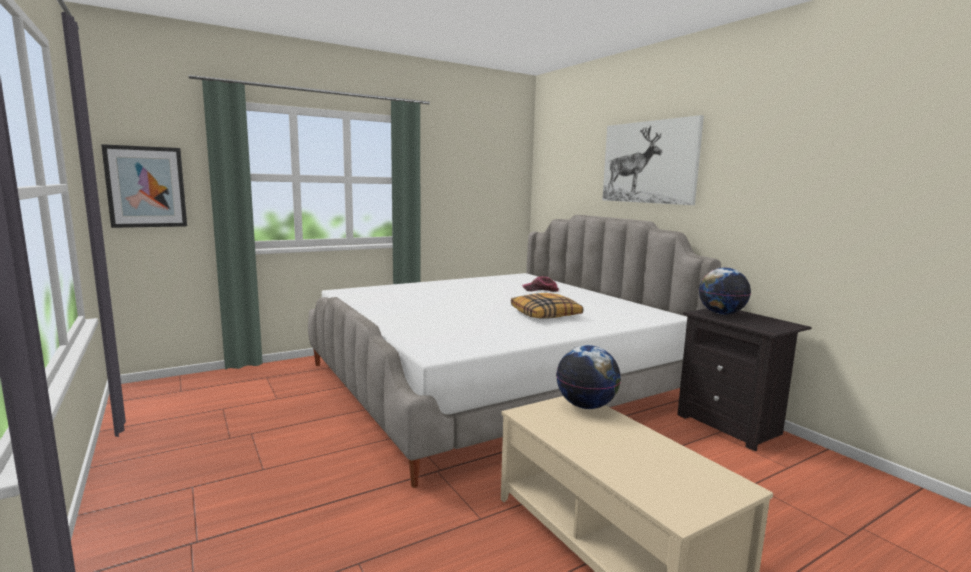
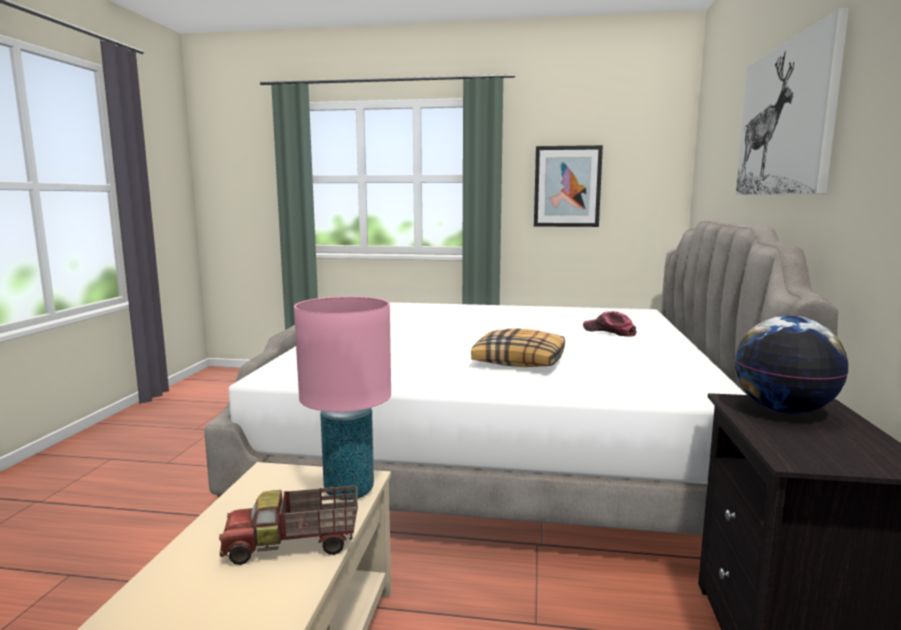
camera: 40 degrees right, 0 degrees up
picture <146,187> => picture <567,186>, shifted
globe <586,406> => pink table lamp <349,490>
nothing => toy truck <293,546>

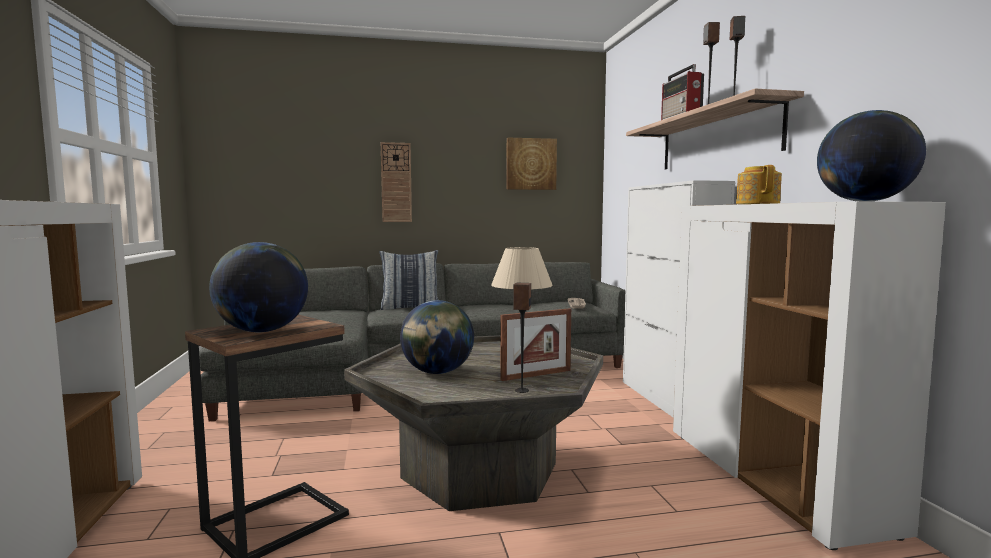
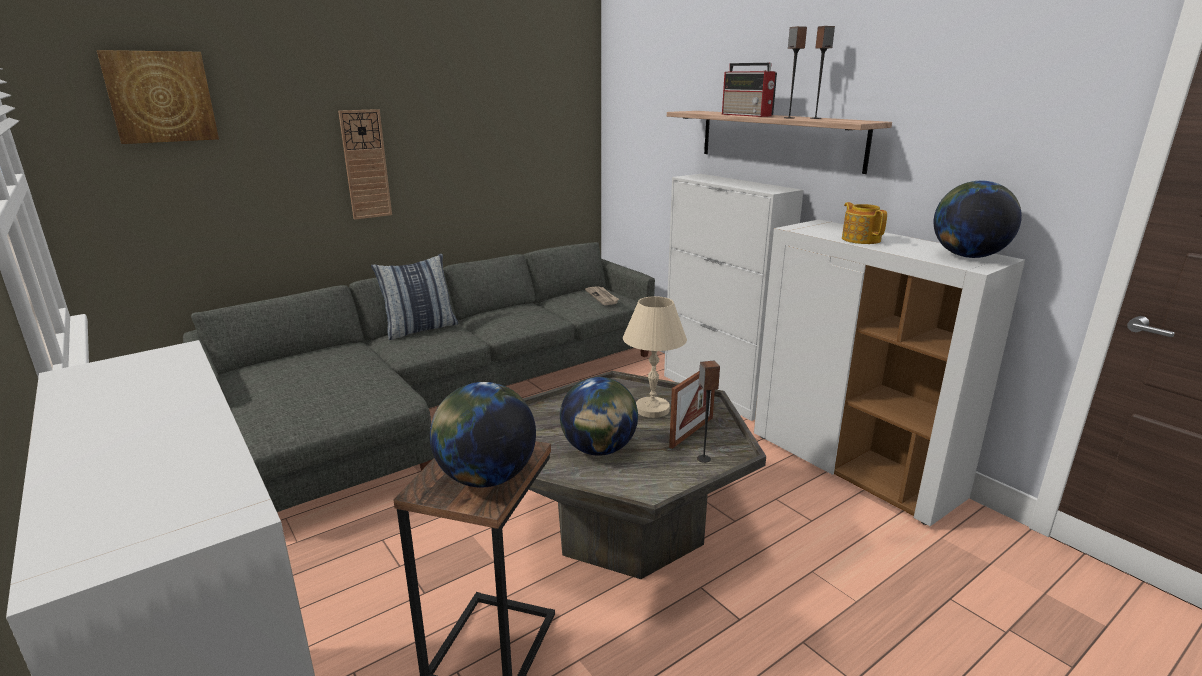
camera: 25 degrees left, 15 degrees up
picture <531,164> => picture <160,97>, shifted

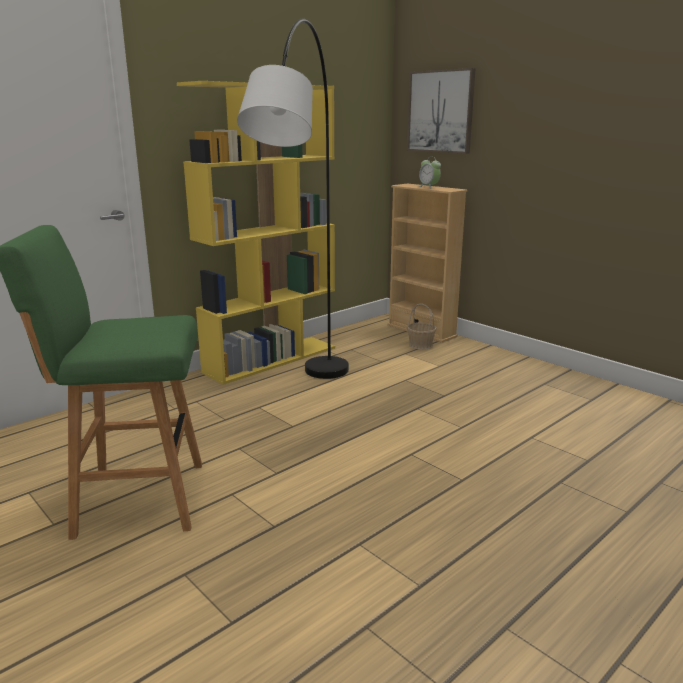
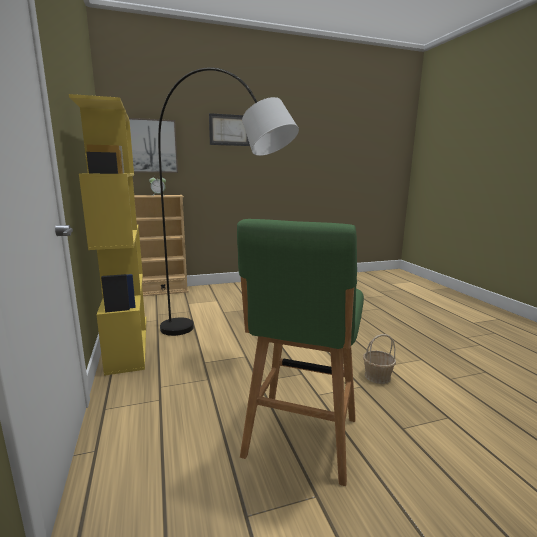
camera: 65 degrees left, 5 degrees down
basket <420,345> => basket <377,376>, shifted
nothing => picture <229,130>

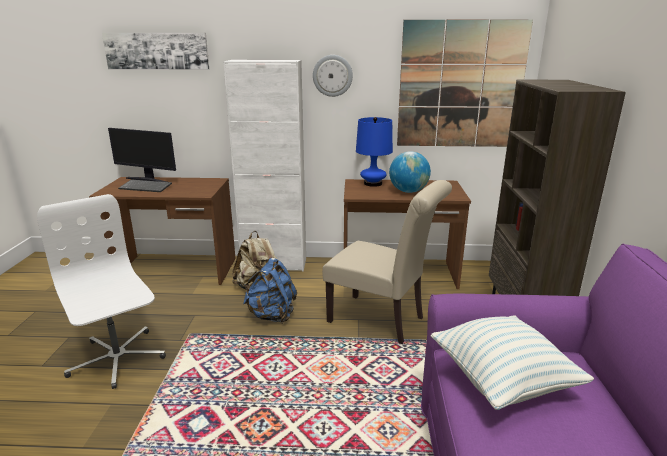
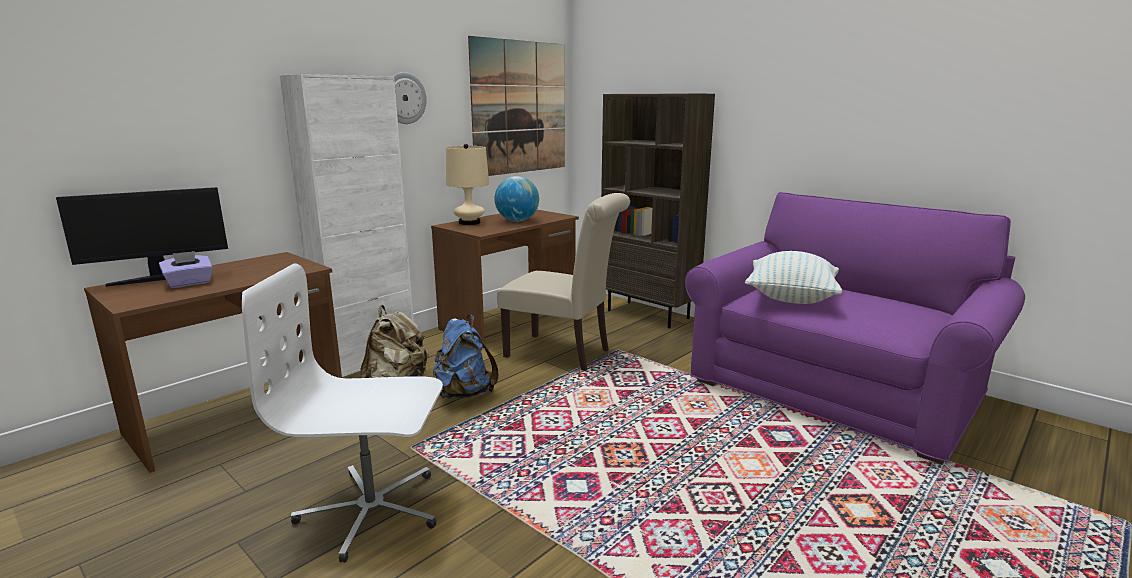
camera: 50 degrees left, 5 degrees down
picture <157,51> => nothing
blue table lamp <373,183> => beige table lamp <469,223>
keyboard <146,187> => purple tissue box <189,283>
beige chair <381,320> => beige chair <563,354>, 45 degrees clockwise

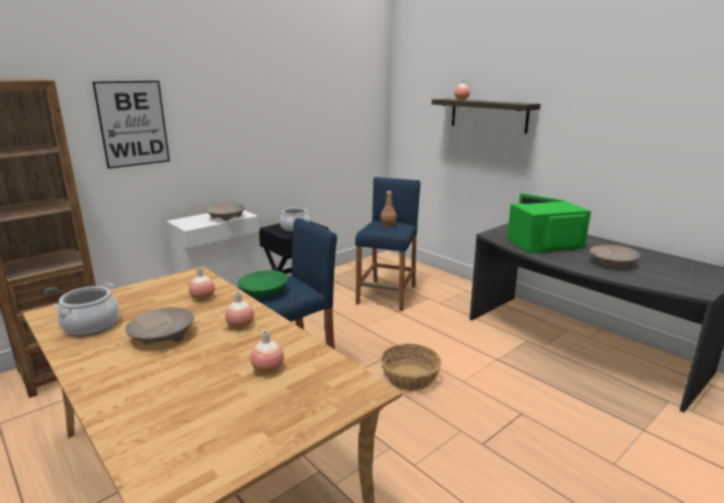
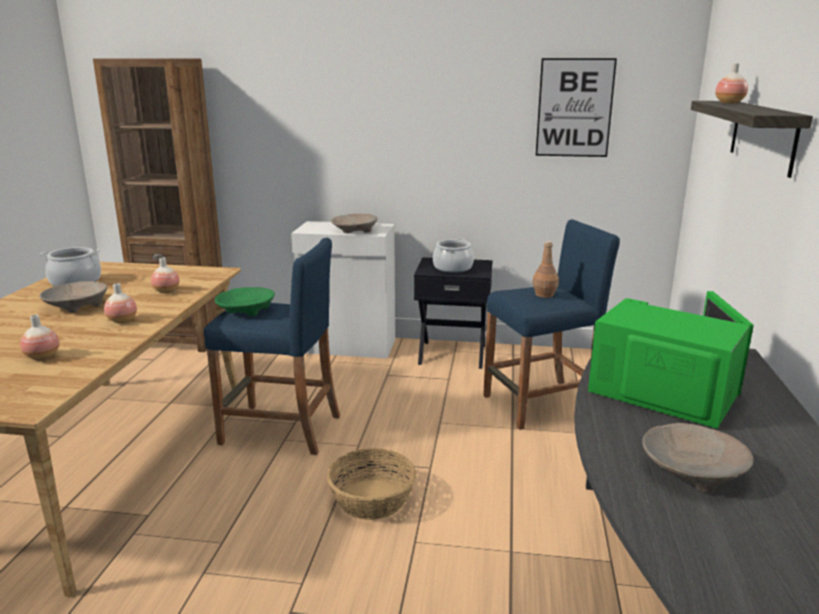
camera: 50 degrees right, 0 degrees up
picture <133,124> => picture <574,108>, shifted

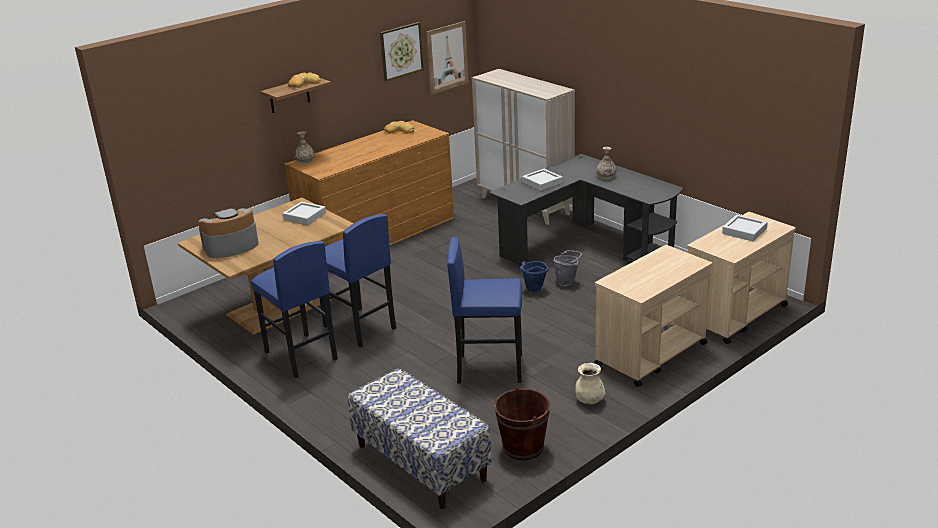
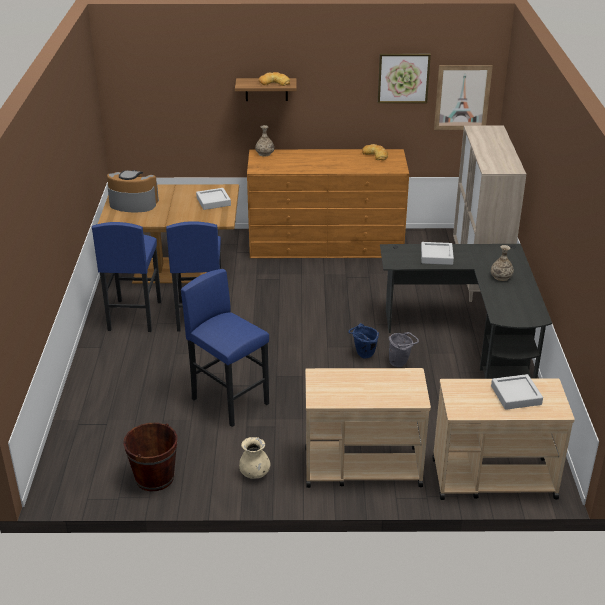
camera: 40 degrees right, 5 degrees up
bench <420,463> => nothing

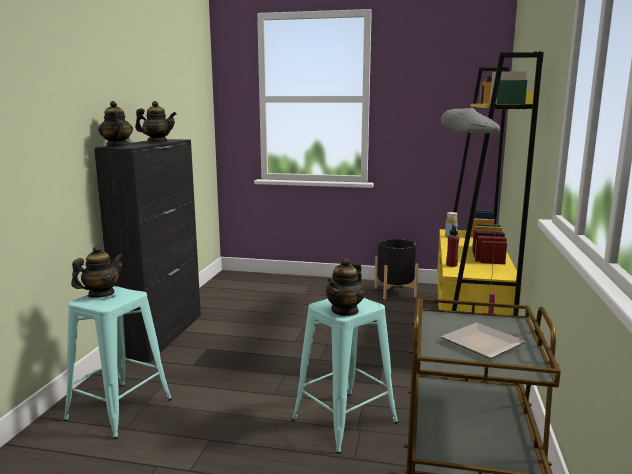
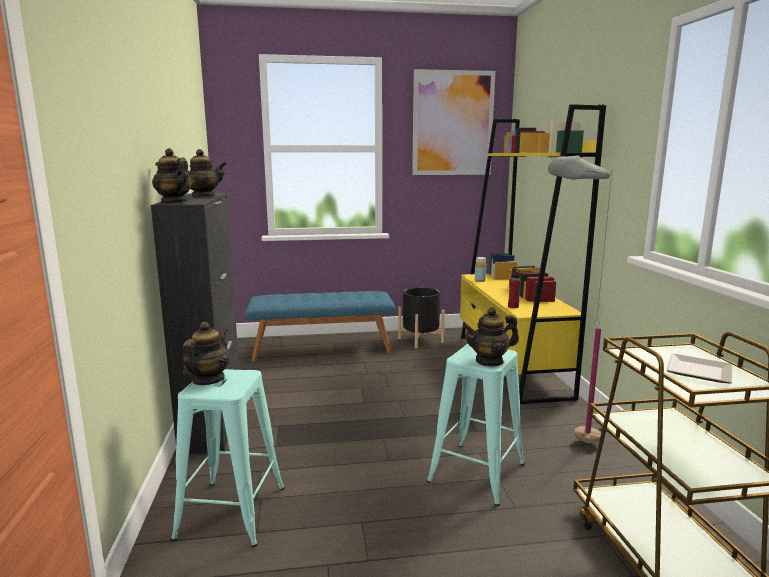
camera: 20 degrees left, 0 degrees up
teapot <345,311> => teapot <489,361>, 60 degrees clockwise
nothing => picture <452,123>
nothing => blue bench <322,349>

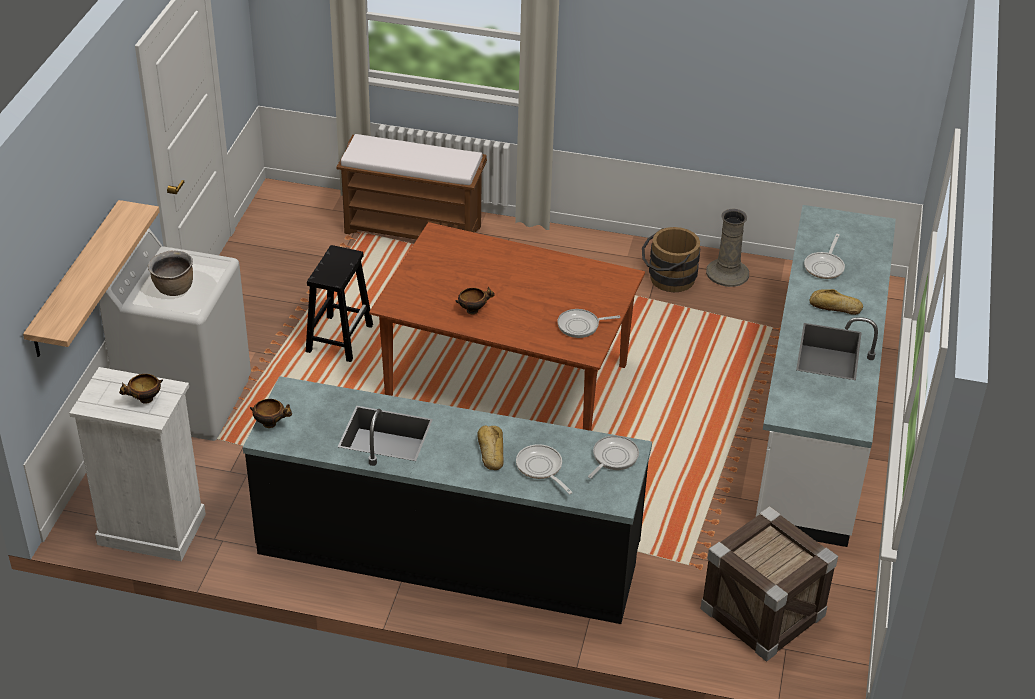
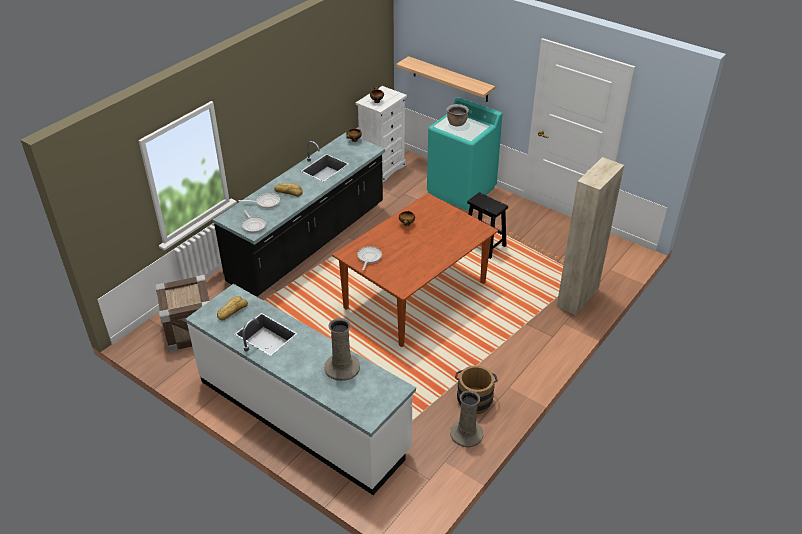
camera: 115 degrees right, 0 degrees up
brown bench <414,229> => beige cabinet <577,297>
white washing machine <187,400> => turquoise washing machine <461,190>
frying pan <825,266> => beige vase <342,367>
bread <835,307> => bread <231,310>, shifted

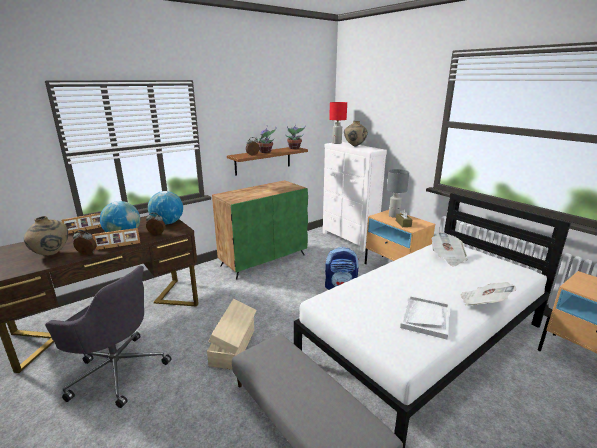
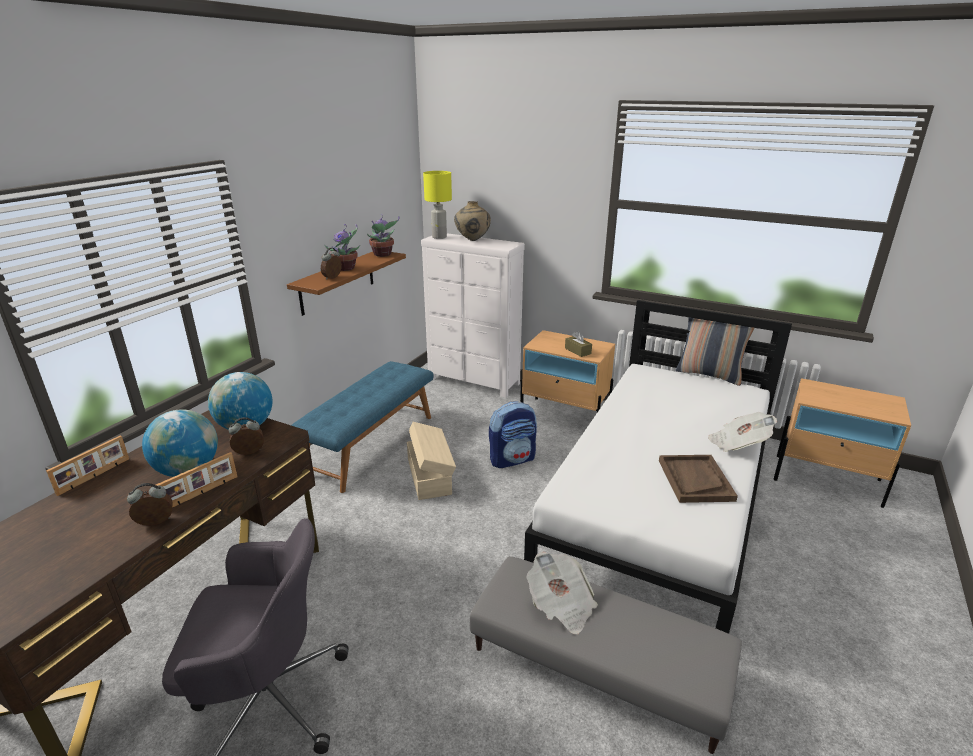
camera: 25 degrees left, 5 degrees up
red table lamp <337,143> => yellow table lamp <439,237>
grey table lamp <394,215> => nothing
green cabinet <264,260> => blue bench <370,444>
beige vase <51,255> => nothing
newspaper <447,257> => newspaper <561,605>, shifted
white tray <425,317> => brown tray <695,480>
beige storage box <234,346> => beige storage box <430,475>, shifted
nothing => pillow <709,374>

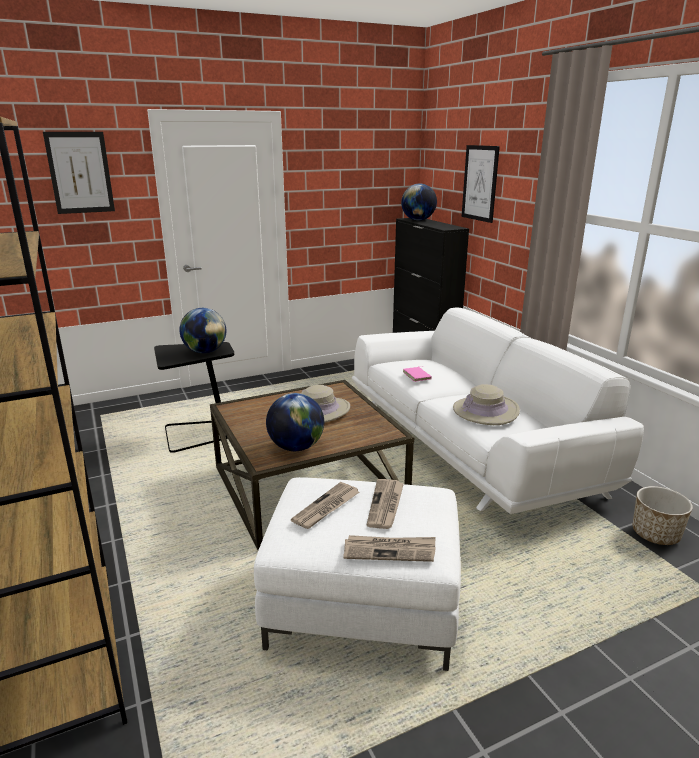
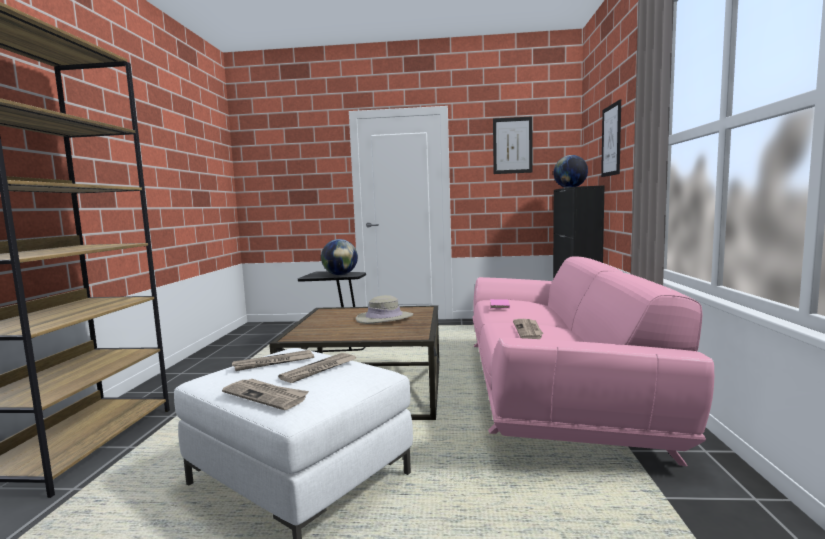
camera: 30 degrees right, 15 degrees down
picture <80,173> => picture <512,145>, shifted
white sofa <471,448> => pink sofa <554,390>
beige hat <485,411> => newspaper <528,330>
globe <296,447> => nothing
planter <655,534> => nothing

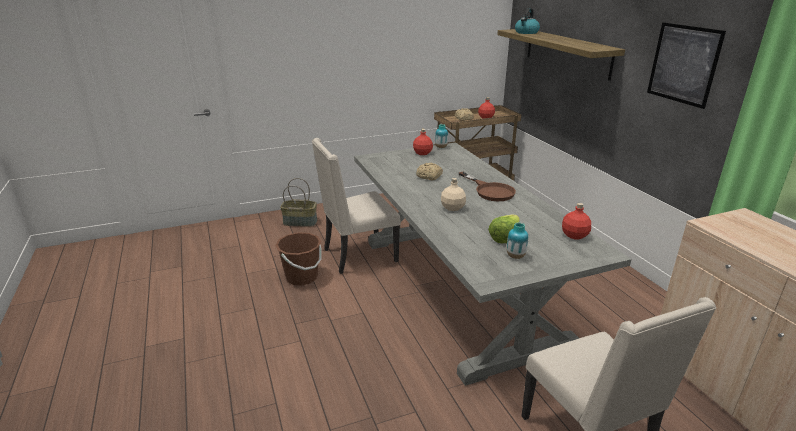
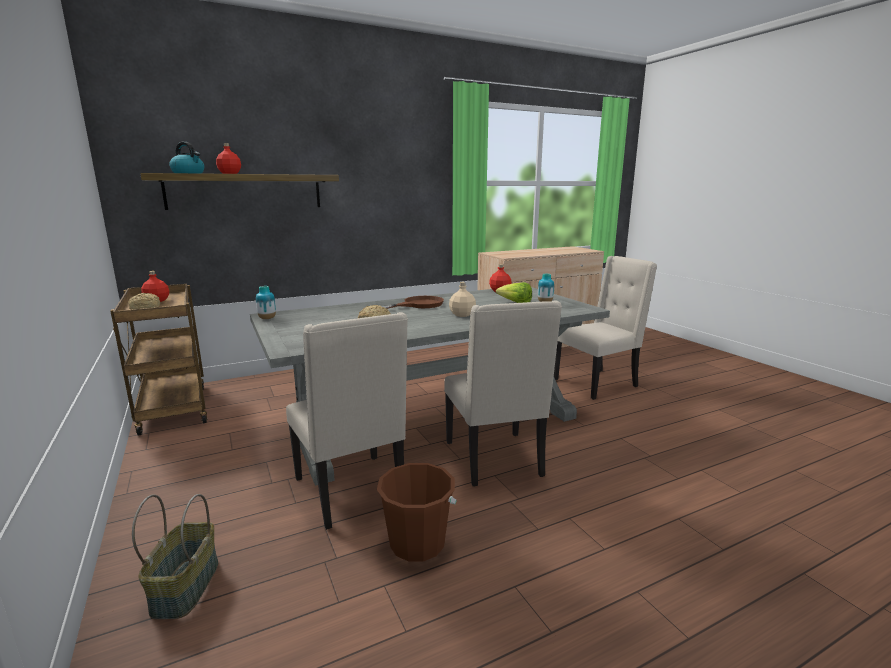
camera: 95 degrees left, 10 degrees down
picture <683,64> => nothing
red bottle <422,153> => red bottle <230,173>, shifted
nothing => beige chair <495,460>

